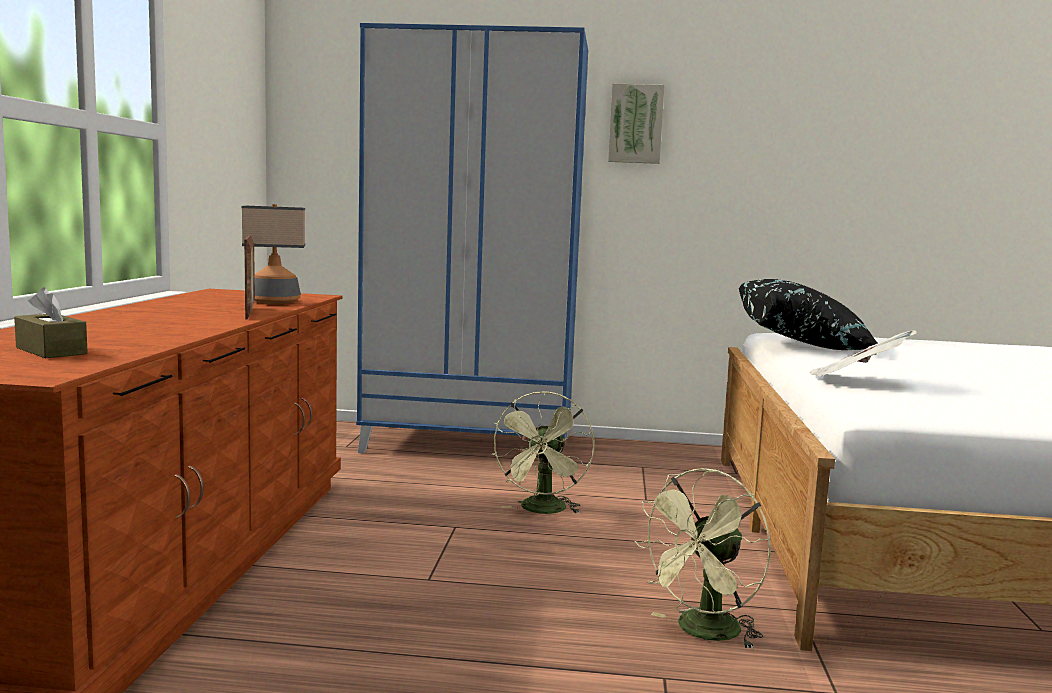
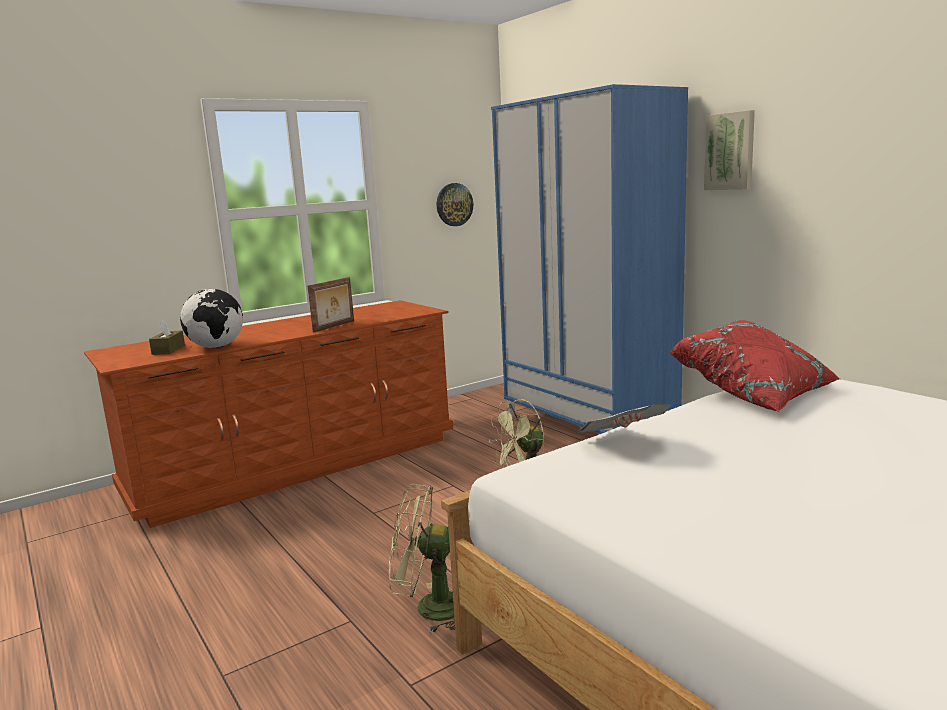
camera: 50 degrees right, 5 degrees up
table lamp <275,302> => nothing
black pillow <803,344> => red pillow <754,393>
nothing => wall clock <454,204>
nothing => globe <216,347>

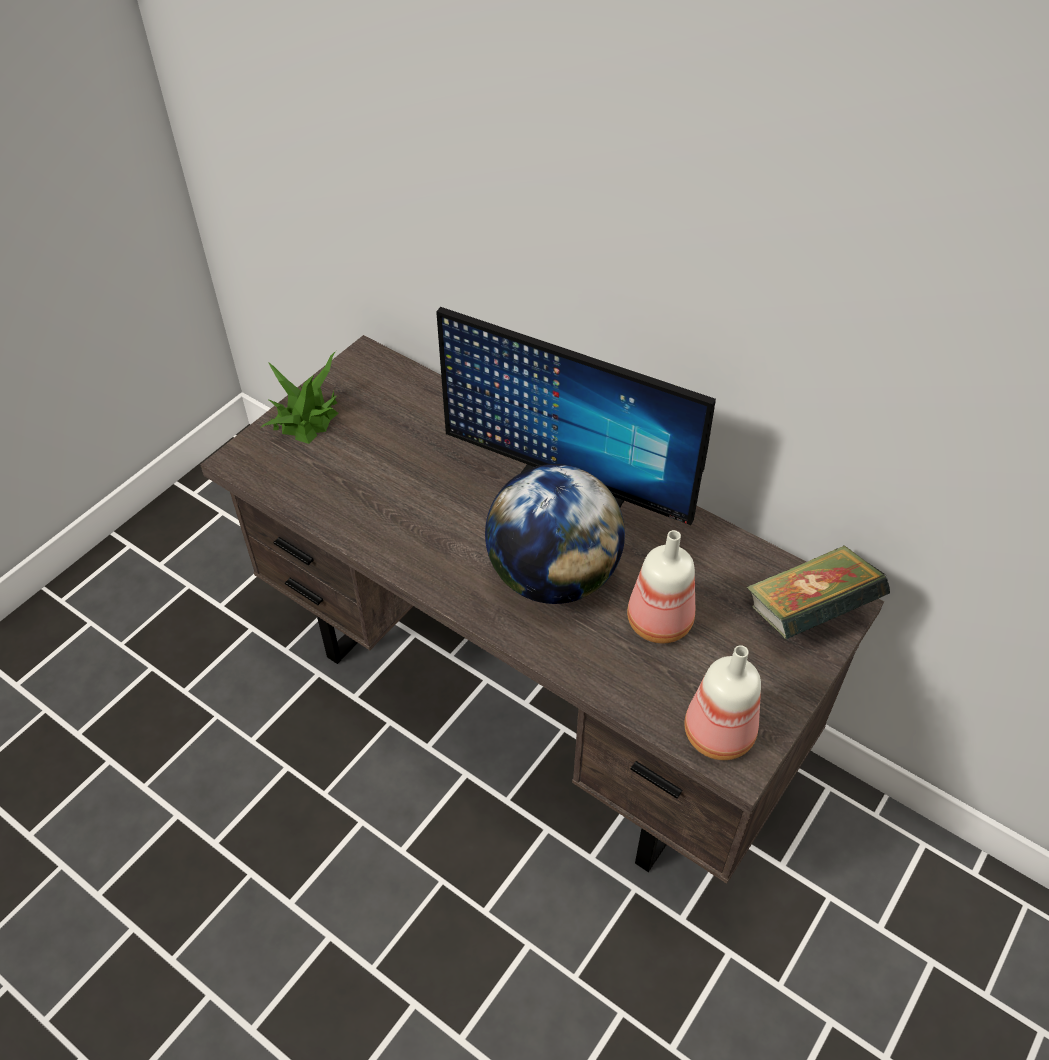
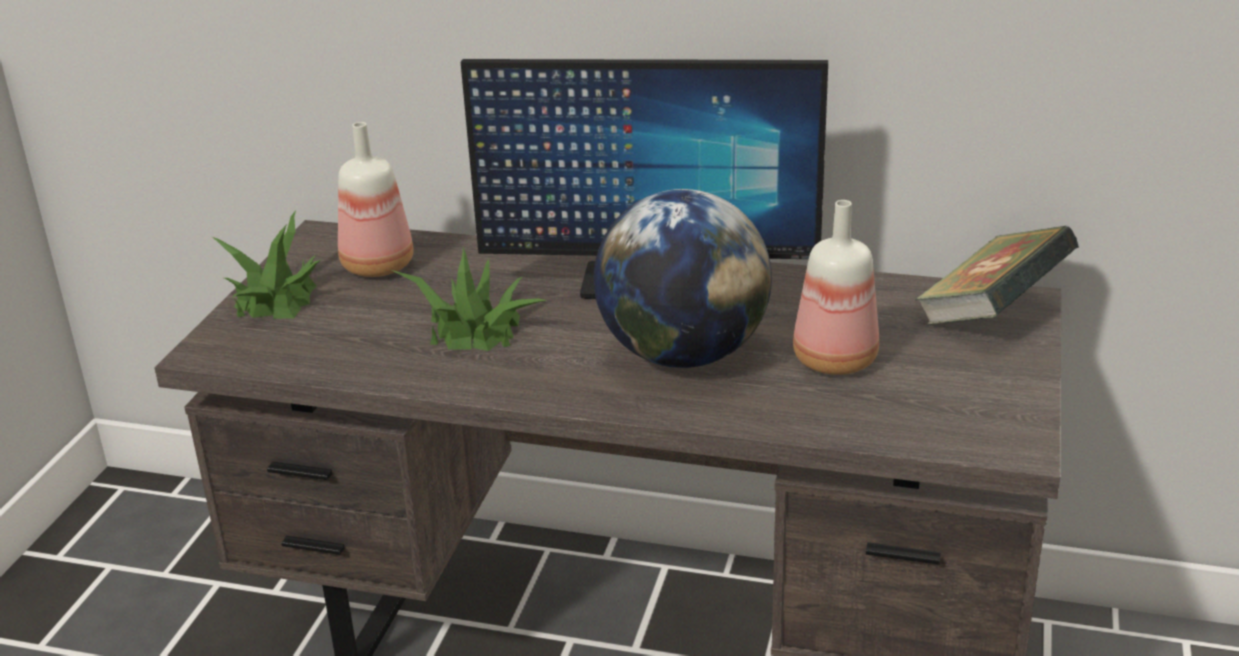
camera: 20 degrees left, 20 degrees down
bottle <719,735> => bottle <379,267>, shifted
nothing => potted plant <473,330>

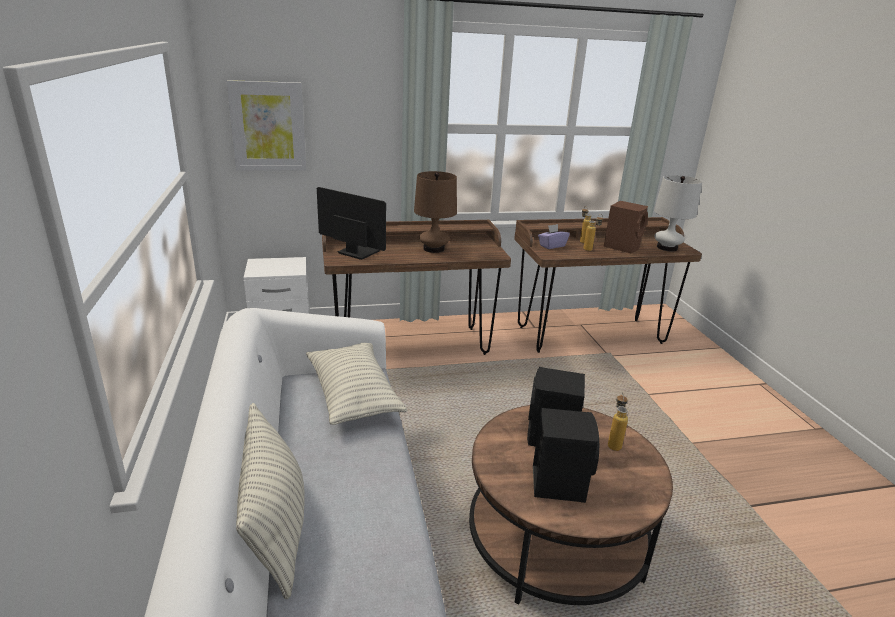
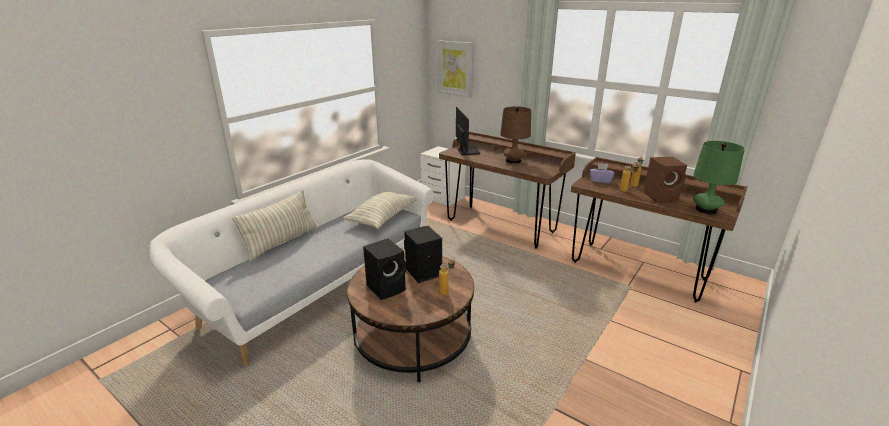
camera: 50 degrees right, 0 degrees up
white table lamp <667,248> => green table lamp <706,210>

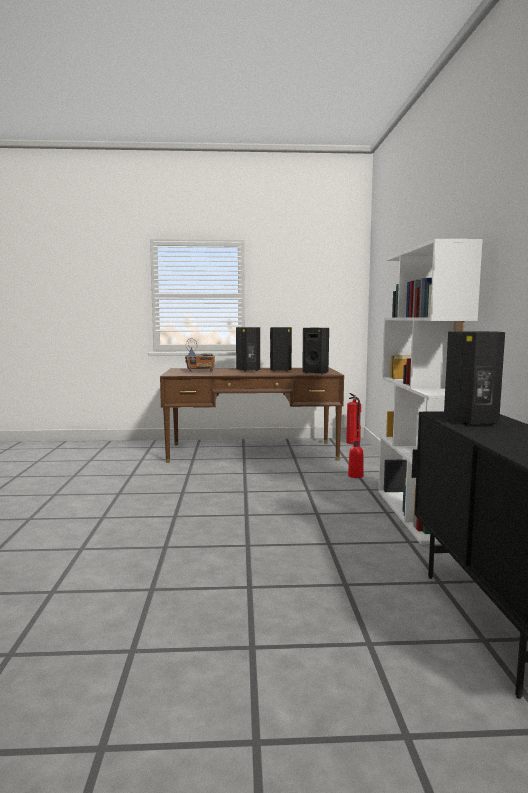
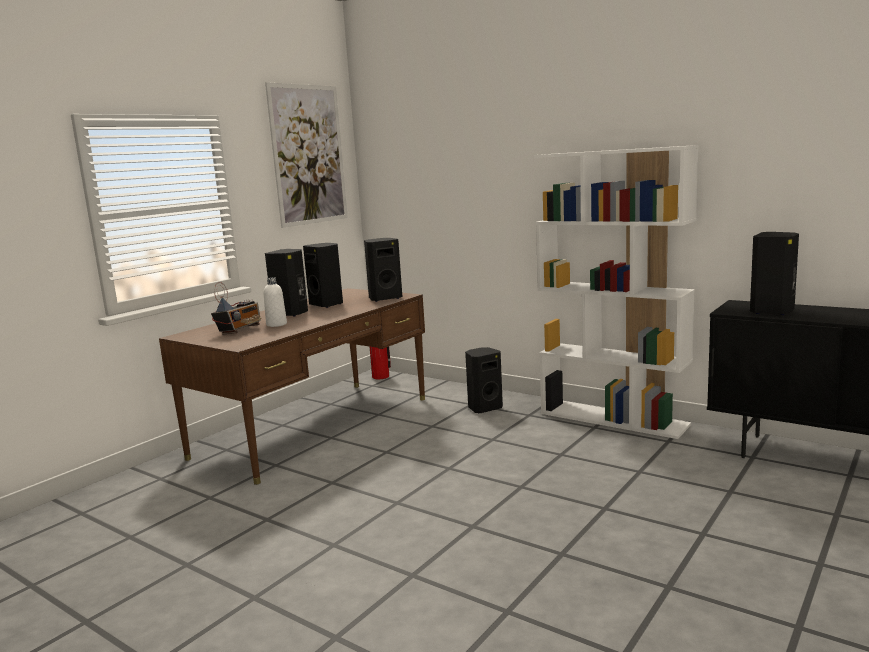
camera: 50 degrees left, 5 degrees up
red bottle <355,476> => black speaker <484,408>
nothing => picture <308,155>
nothing => white bottle <276,324>

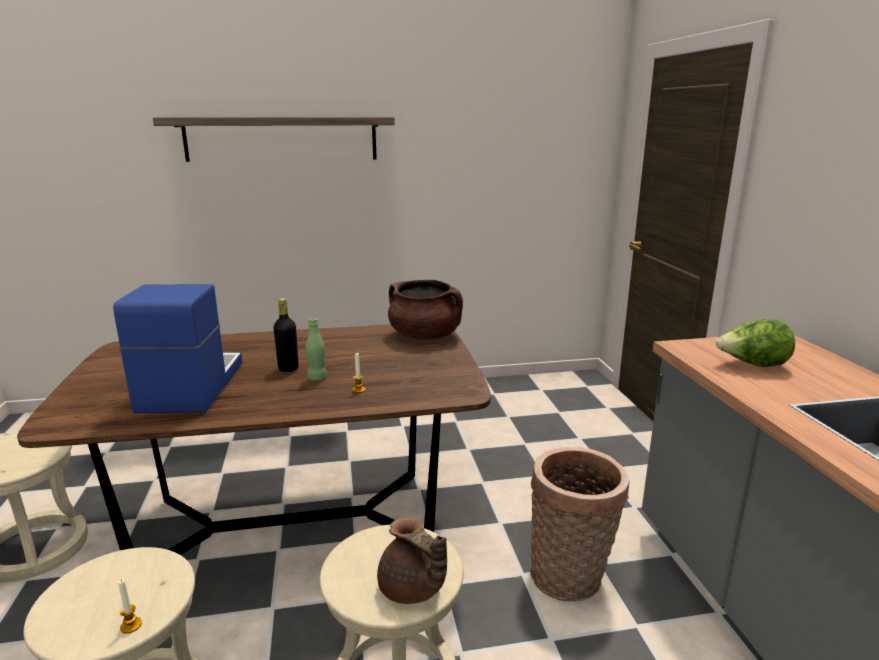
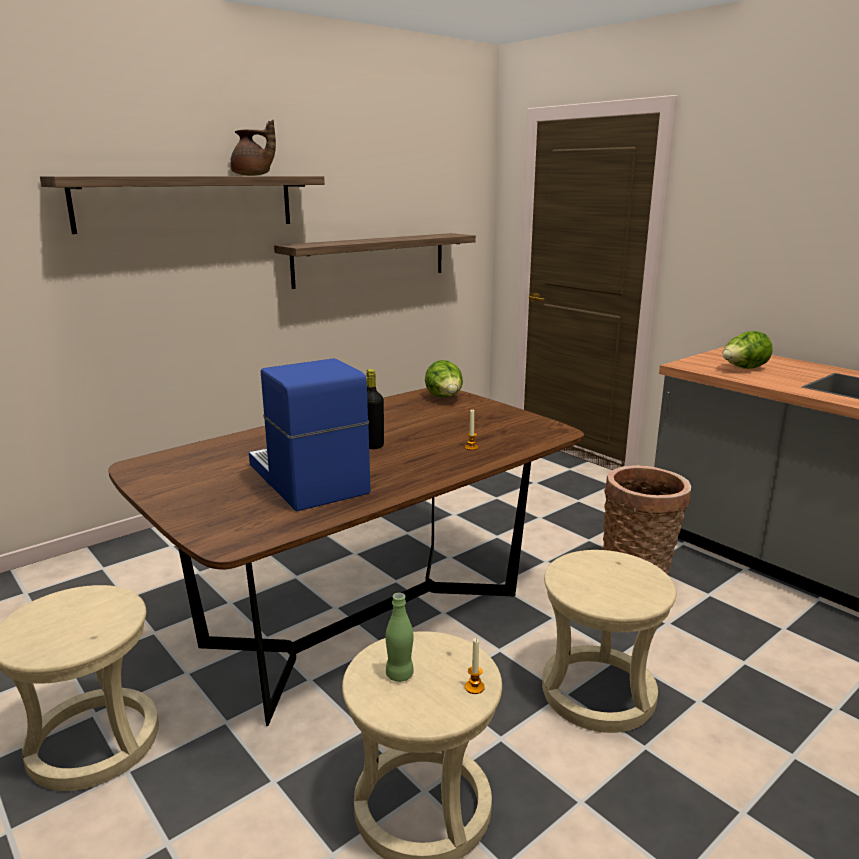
camera: 30 degrees left, 0 degrees up
brown cooking pot <425,336> => lettuce <445,398>
green bottle <317,378> => green bottle <399,675>, shifted
brown teapot <411,590> => brown teapot <253,175>, shifted
nothing => shelf <371,259>

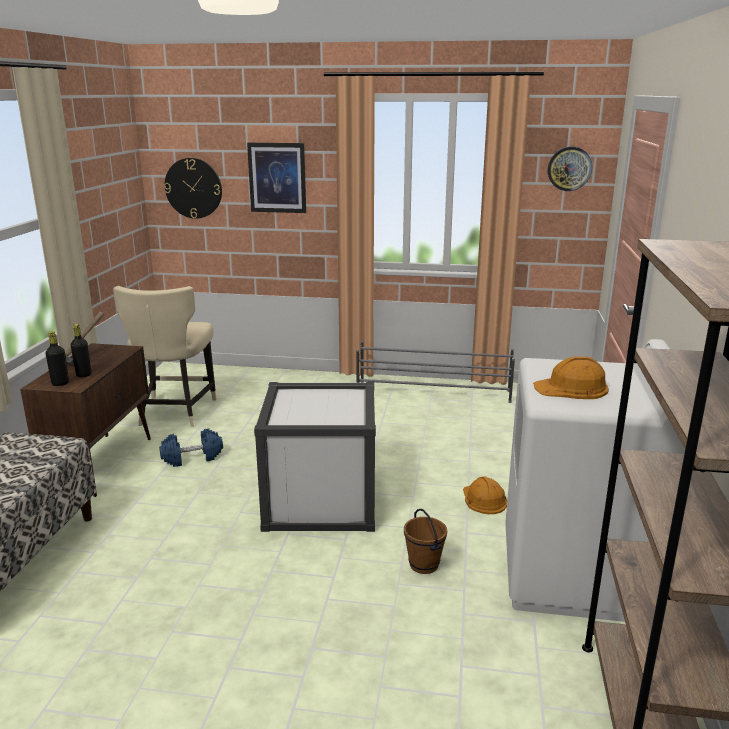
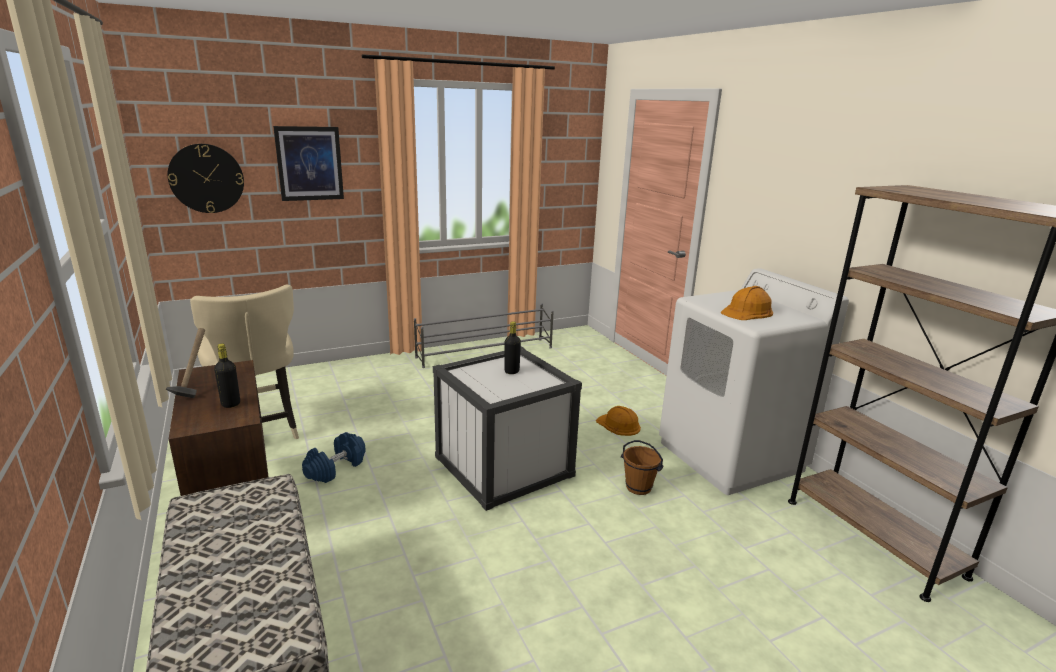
camera: 35 degrees left, 0 degrees up
wall clock <569,168> => nothing
black bottle <60,383> => black bottle <511,371>, shifted

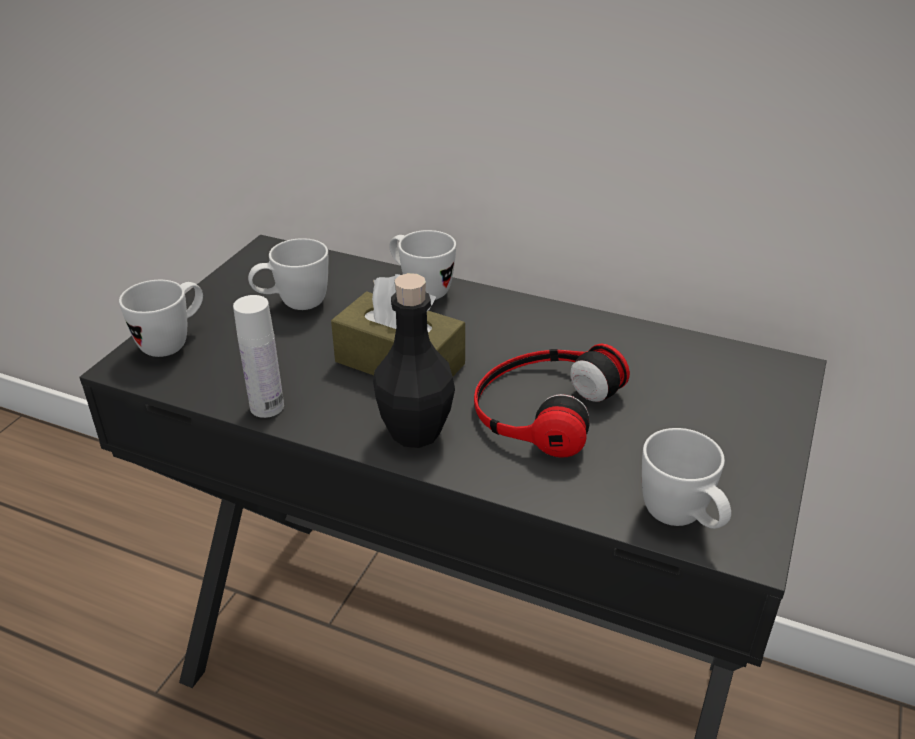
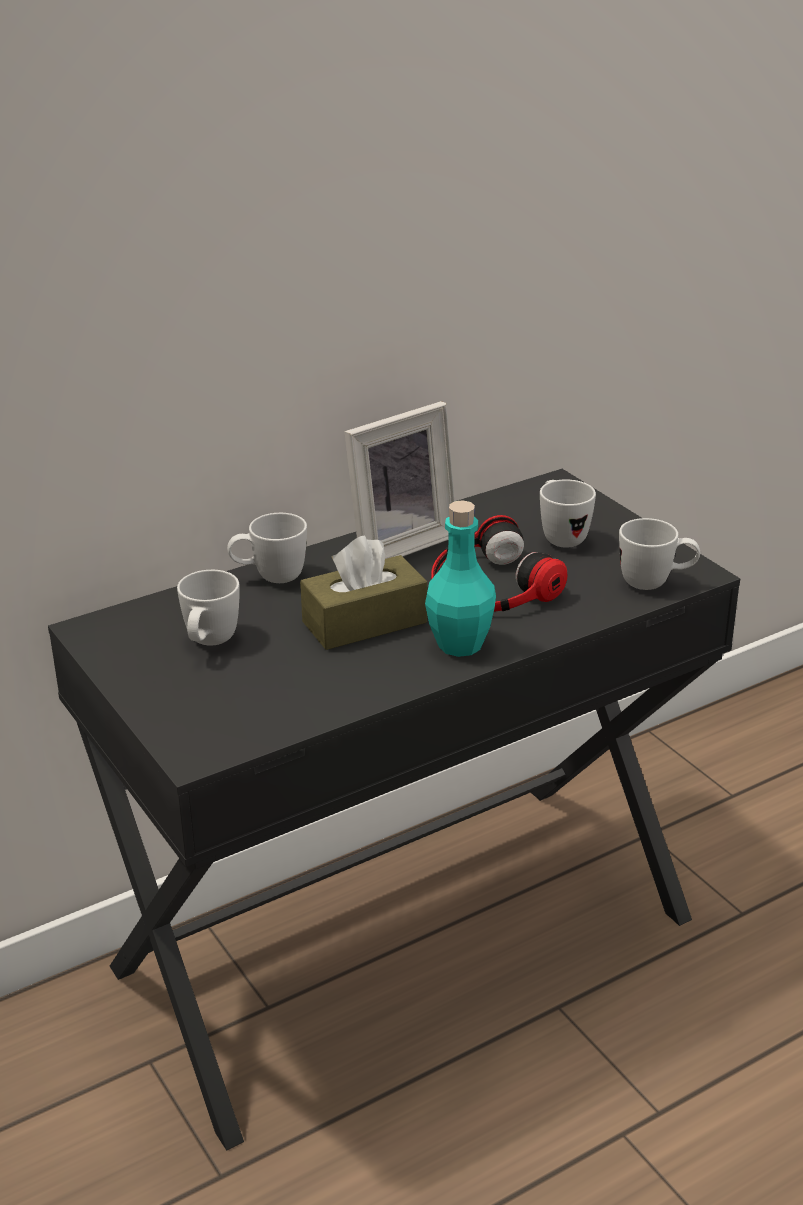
camera: 55 degrees left, 5 degrees down
black bottle <415,432> => turquoise bottle <460,644>
white mug <173,342> => white mug <560,536>, shifted
white bottle <267,407> => nothing
nothing => picture frame <397,544>

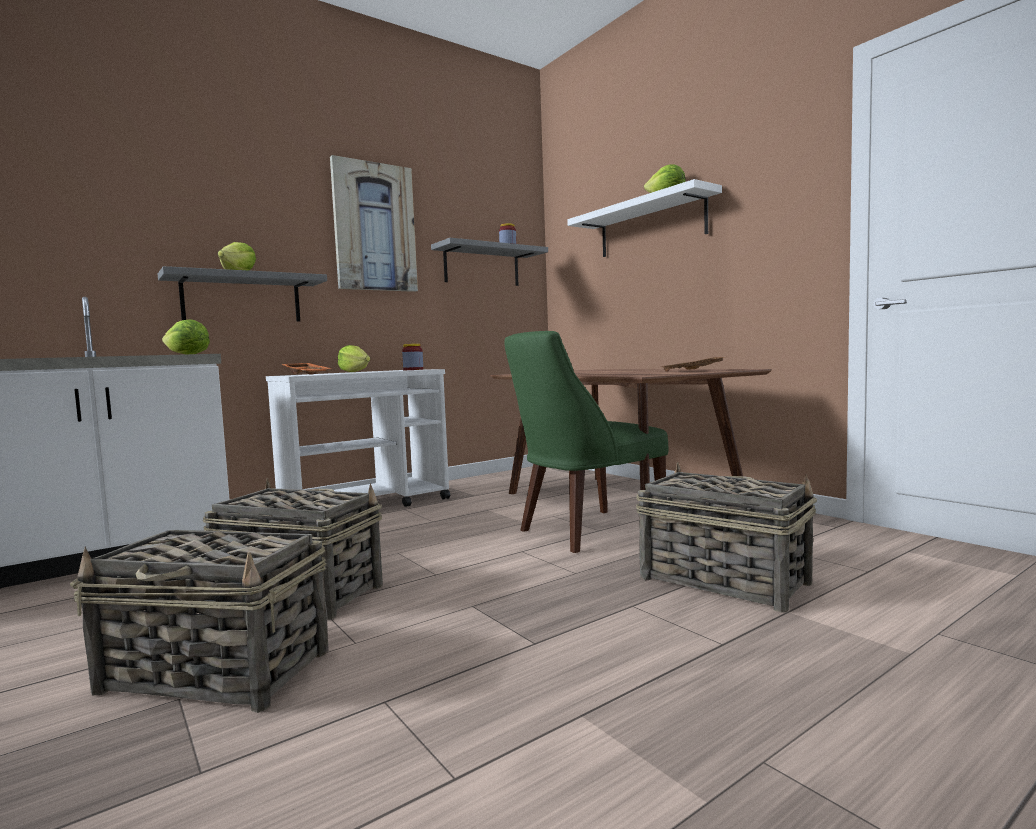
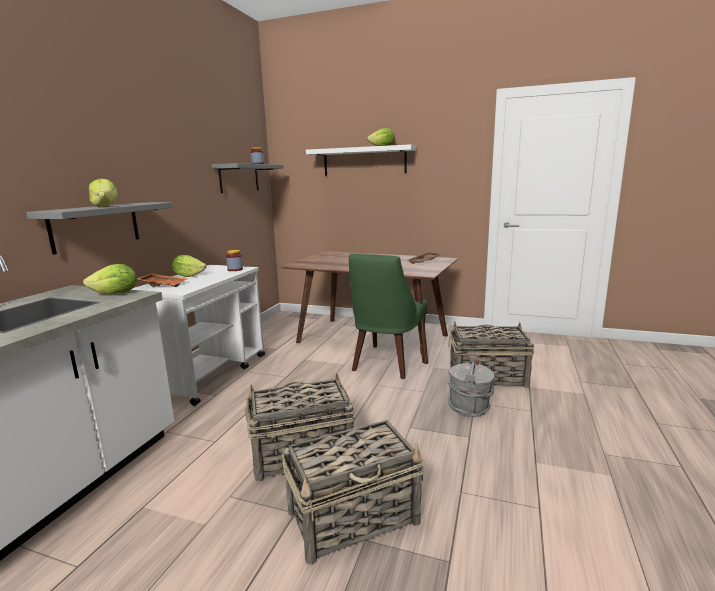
camera: 35 degrees left, 10 degrees up
picture <374,227> => nothing
nothing => grey bucket <469,407>

